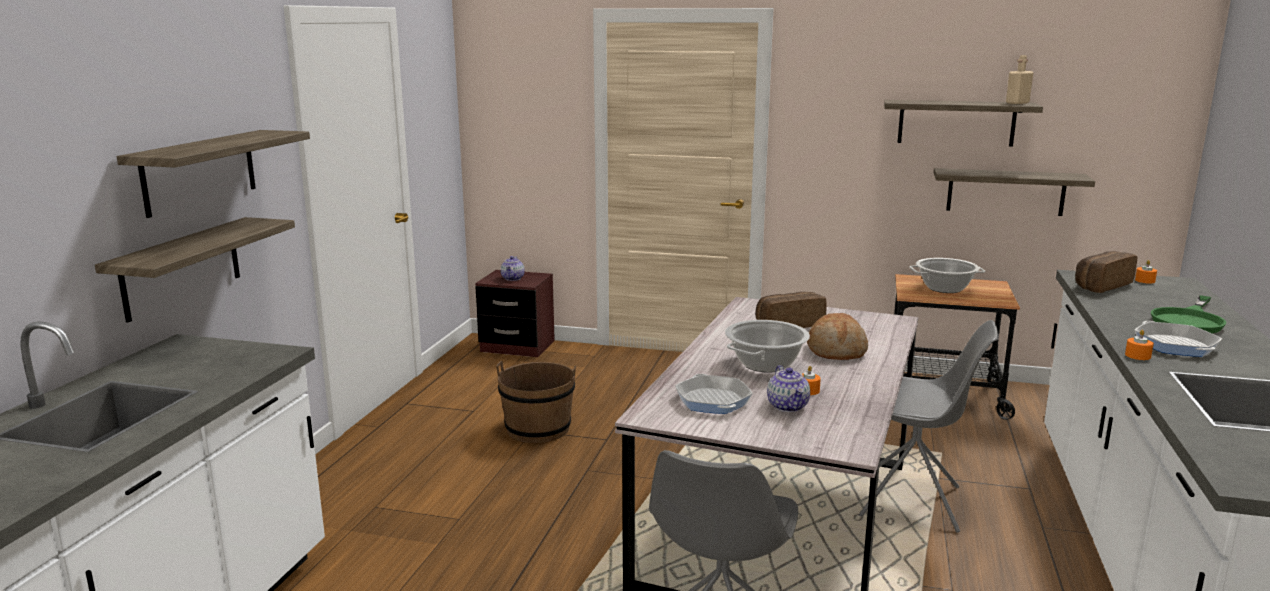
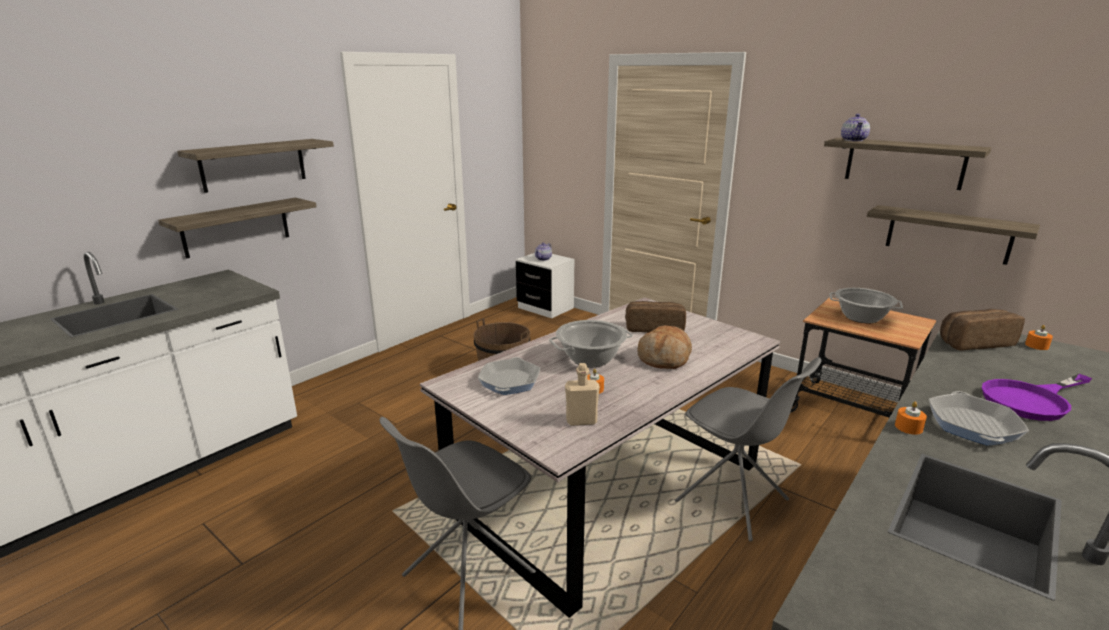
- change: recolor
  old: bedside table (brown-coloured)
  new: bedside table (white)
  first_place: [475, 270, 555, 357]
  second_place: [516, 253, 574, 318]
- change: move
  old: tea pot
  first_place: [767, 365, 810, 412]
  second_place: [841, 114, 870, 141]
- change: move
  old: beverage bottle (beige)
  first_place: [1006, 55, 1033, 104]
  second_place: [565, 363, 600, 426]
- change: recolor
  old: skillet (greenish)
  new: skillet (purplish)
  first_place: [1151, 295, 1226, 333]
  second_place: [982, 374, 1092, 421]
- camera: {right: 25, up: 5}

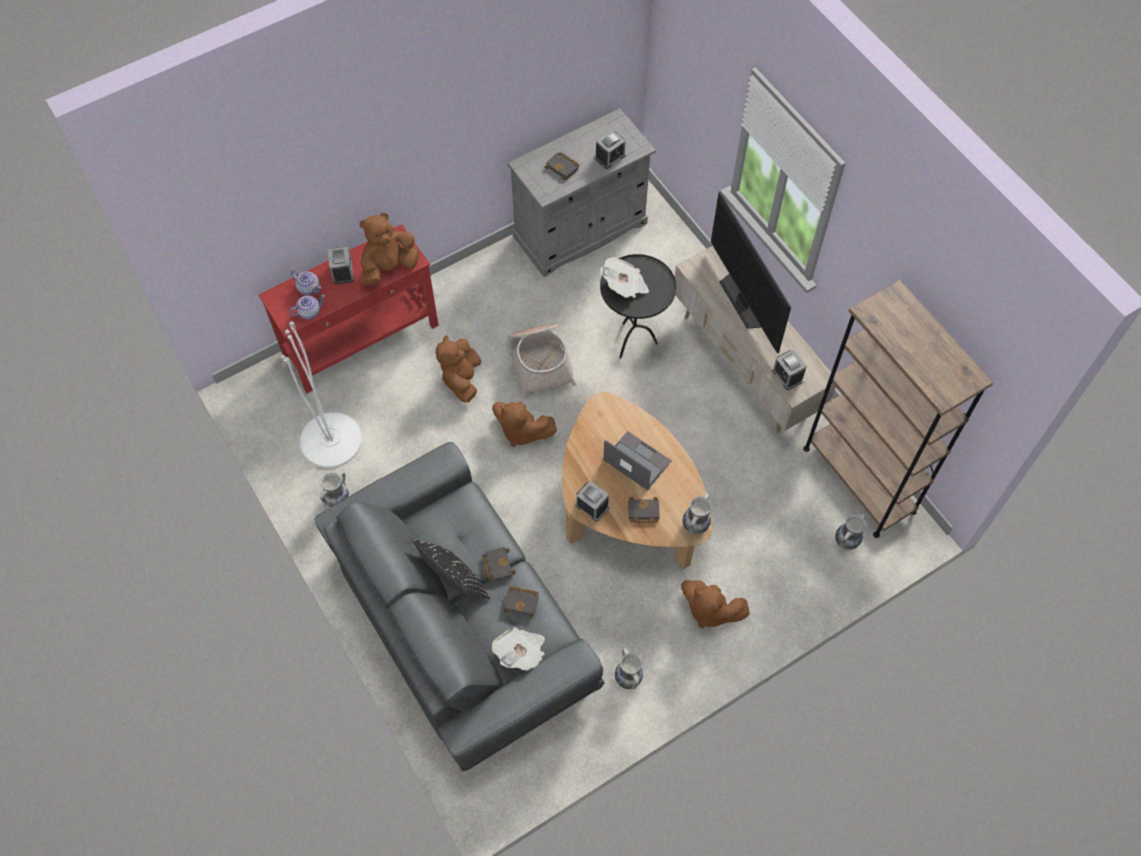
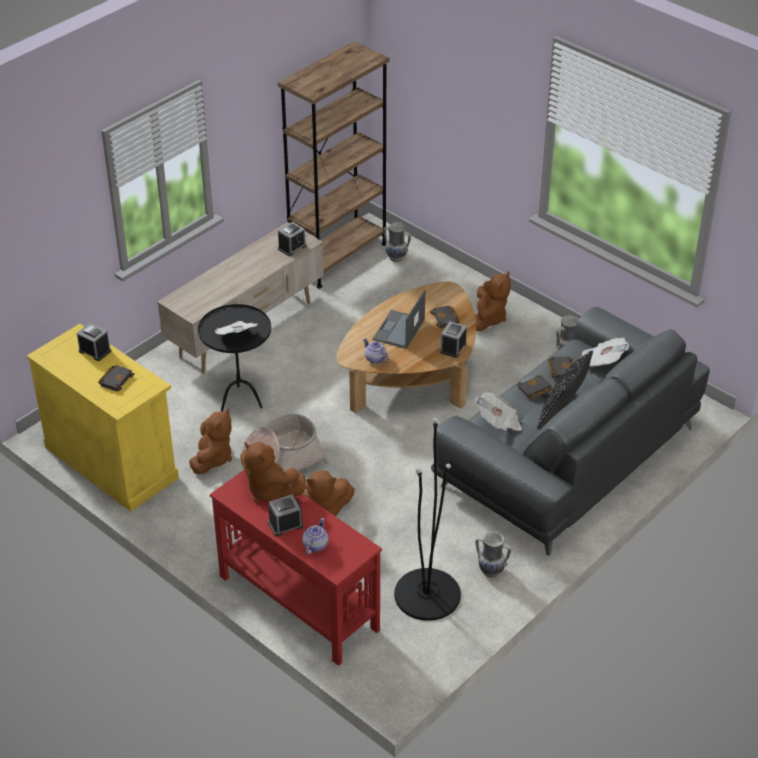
- change: recolor
  old: standing lamp (white)
  new: standing lamp (black-coloured)
  first_place: [280, 321, 362, 468]
  second_place: [394, 418, 461, 621]
- change: move
  old: tea pot
  first_place: [289, 295, 325, 319]
  second_place: [363, 338, 389, 364]
- change: move
  old: soft toy (brown-coloured)
  first_place: [492, 402, 557, 447]
  second_place: [189, 408, 232, 474]
- change: recolor
  old: cupboard (greyish)
  new: cupboard (yellowish)
  first_place: [508, 108, 656, 277]
  second_place: [27, 324, 179, 512]
- change: delete
  old: flower vase
  first_place: [683, 494, 712, 535]
- change: delete
  old: TV set
  first_place: [711, 192, 791, 353]
- change: insert
  new: daily paper
  second_place: [475, 392, 522, 431]
- camera: {right: -105, up: -20}

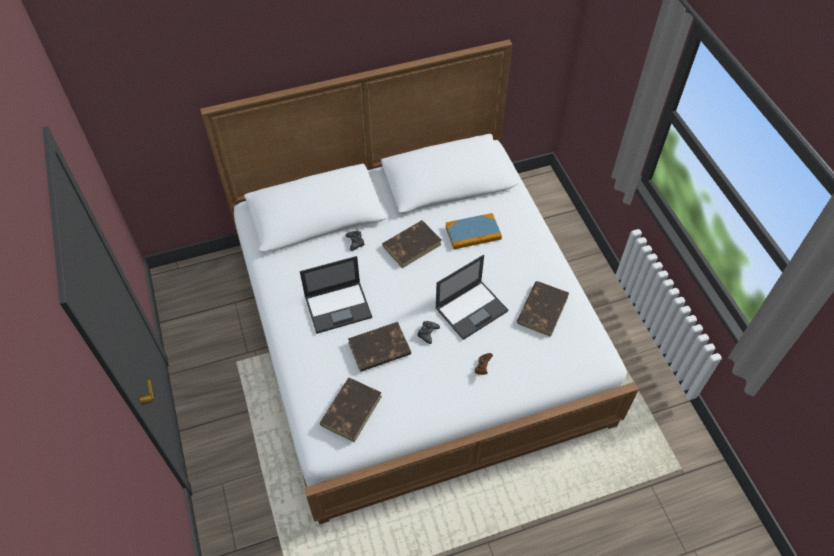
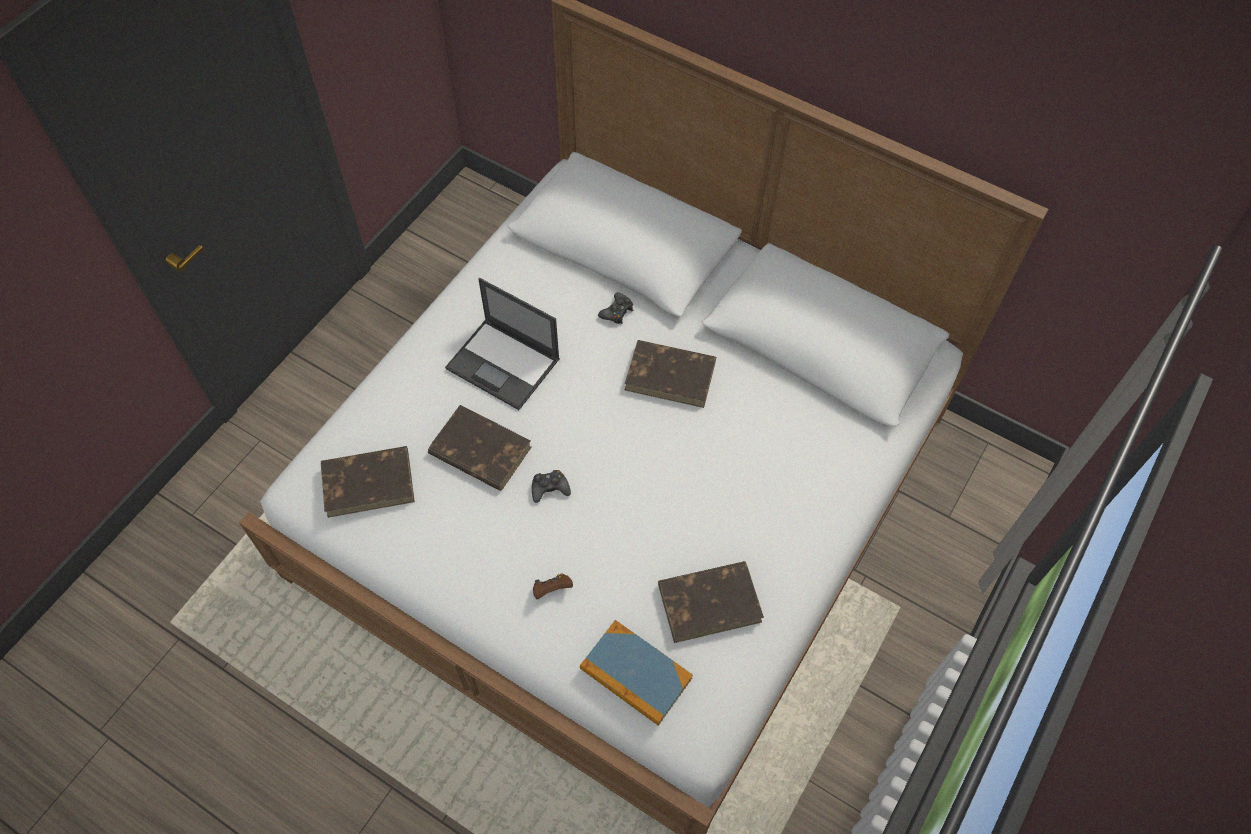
- change: delete
  old: portable computer
  first_place: [435, 255, 508, 340]
- change: move
  old: bound book
  first_place: [445, 213, 502, 249]
  second_place: [580, 620, 693, 726]
- camera: {right: 50, up: 5}

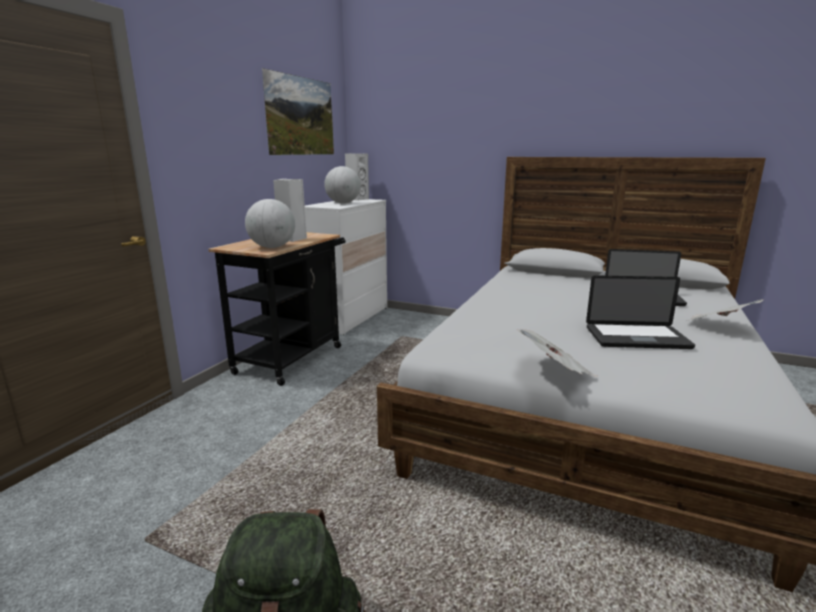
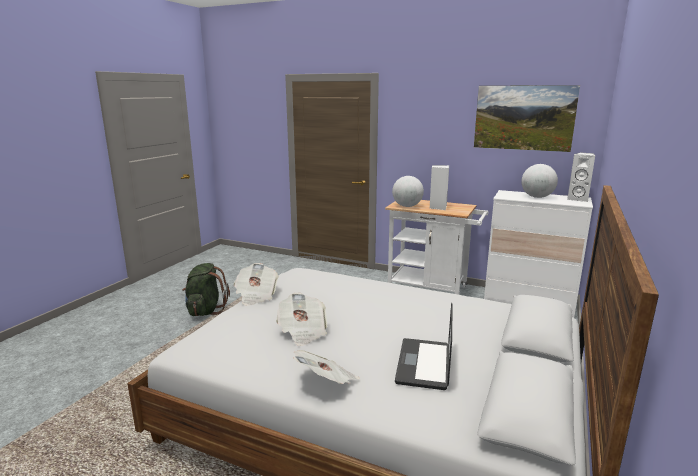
- change: recolor
  old: trolley (black-coloured)
  new: trolley (white)
  first_place: [209, 232, 346, 386]
  second_place: [385, 200, 489, 295]
- change: replace
  old: portable computer
  new: daily paper
  first_place: [586, 275, 695, 349]
  second_place: [276, 293, 327, 346]
- camera: {right: 90, up: 0}

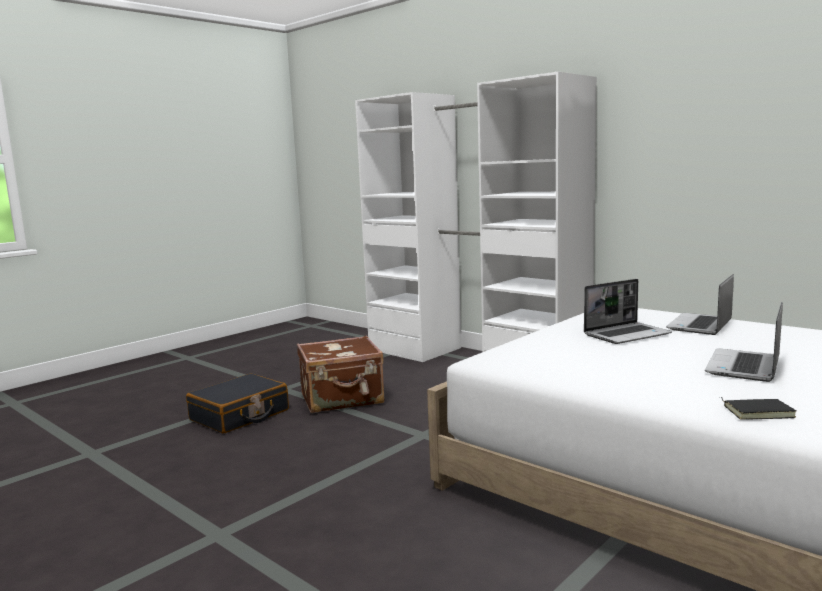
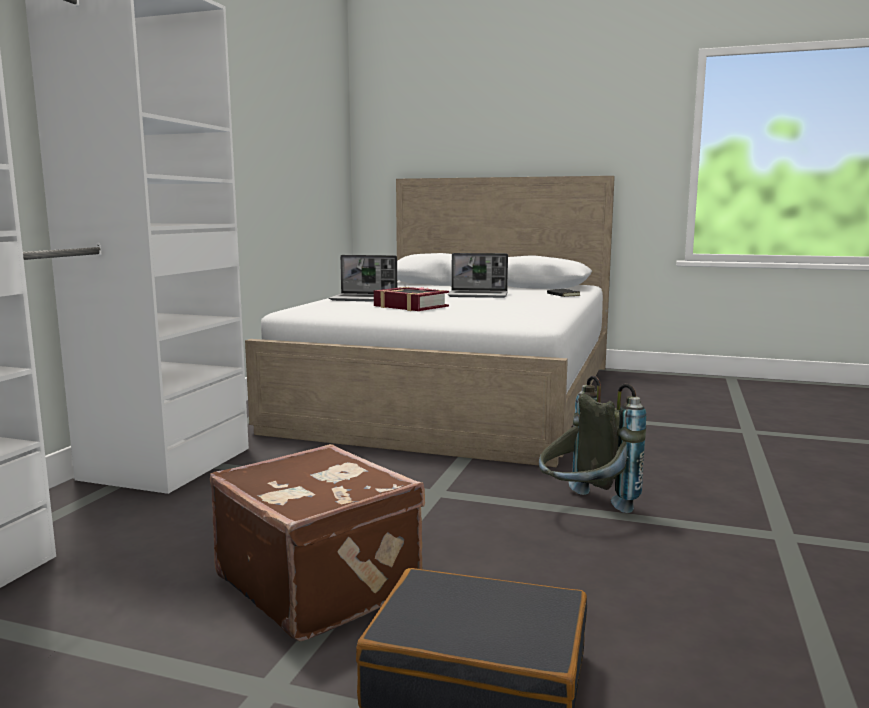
- change: replace
  old: portable computer
  new: bound book
  first_place: [584, 279, 672, 344]
  second_place: [374, 287, 449, 311]
- change: insert
  new: rucksack (greyish)
  second_place: [539, 375, 646, 513]
- camera: {right: -115, up: 0}

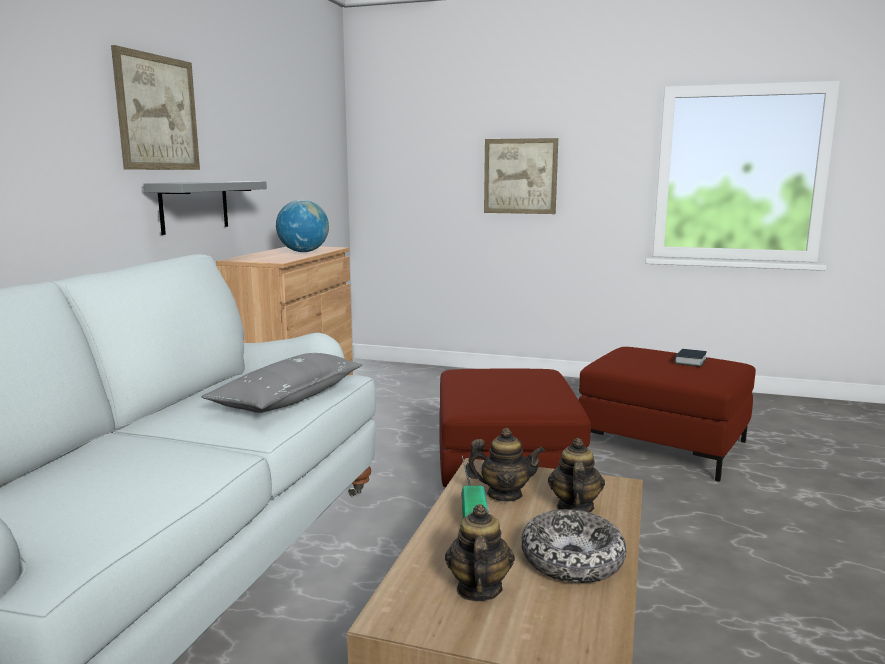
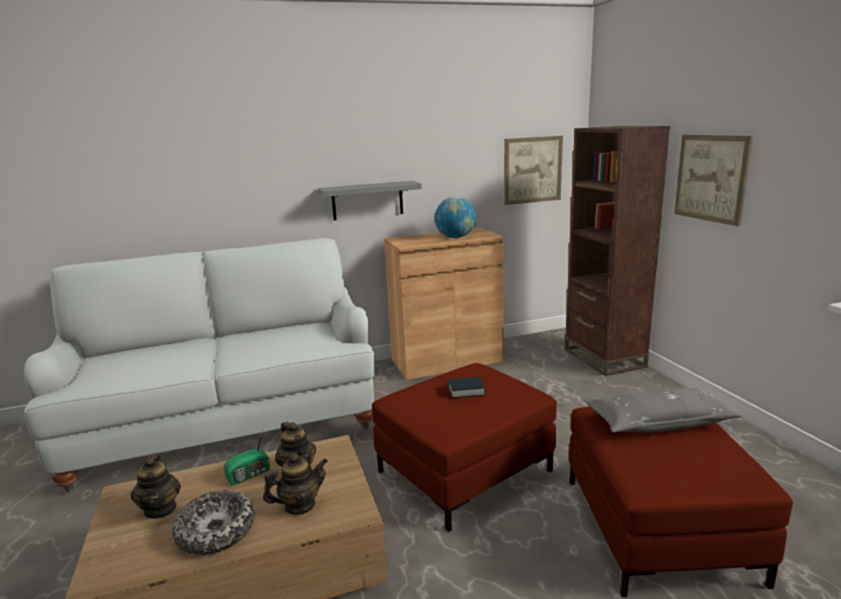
- change: move
  old: wall art
  first_place: [111, 45, 200, 170]
  second_place: [504, 136, 563, 205]
- change: move
  old: cushion (greyish)
  first_place: [201, 353, 362, 413]
  second_place: [585, 388, 742, 433]
- change: rotate
  old: tea pot
  first_place: [445, 504, 515, 602]
  second_place: [131, 453, 181, 519]
  degrees: 105
- change: move
  old: bound book
  first_place: [674, 349, 707, 367]
  second_place: [448, 377, 486, 398]
- change: insert
  new: bookshelf (brown-coloured)
  second_place: [565, 126, 670, 376]
- camera: {right: 55, up: 5}

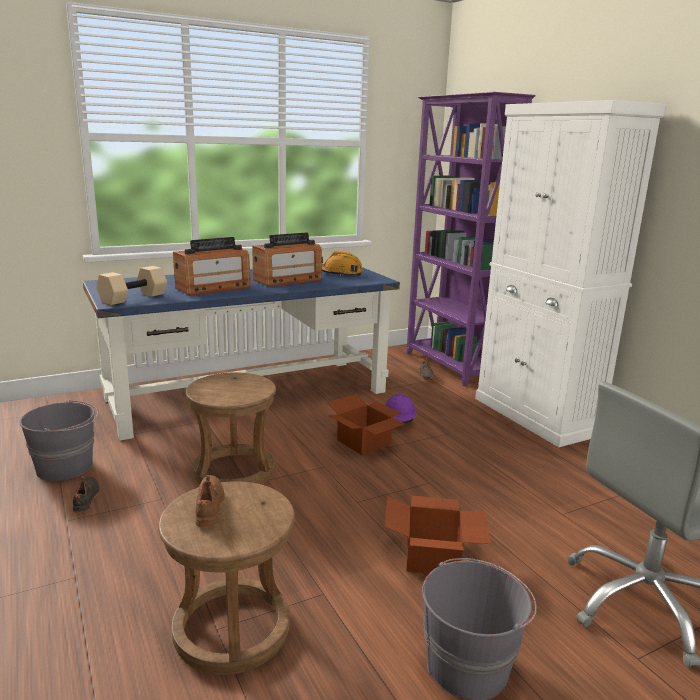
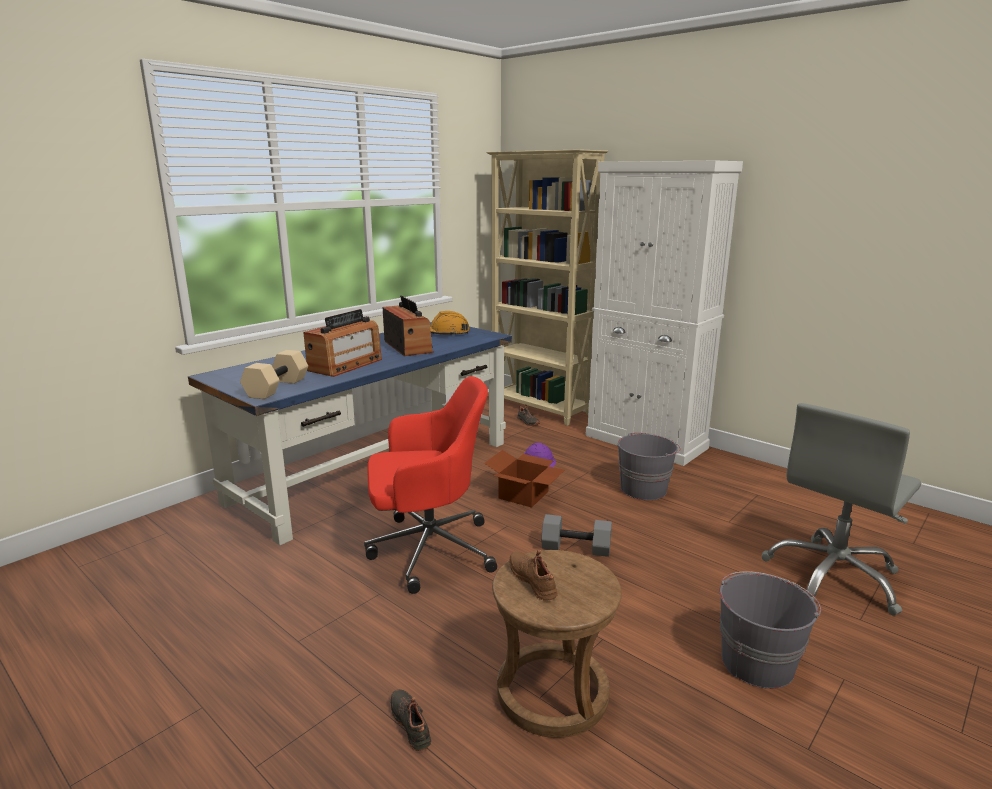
- change: move
  old: pail (greyish)
  first_place: [19, 400, 98, 481]
  second_place: [618, 433, 681, 500]
- change: move
  old: low shoe (black-coloured)
  first_place: [73, 476, 99, 513]
  second_place: [391, 689, 431, 751]
- change: replace
  old: stool seat (brown-coloured)
  new: computer chair (red)
  first_place: [185, 372, 276, 485]
  second_place: [364, 376, 497, 594]
- change: rotate
  old: radio
  first_place: [252, 233, 322, 287]
  second_place: [383, 296, 434, 356]
  degrees: -60
- change: delete
  old: packing box
  first_place: [385, 495, 491, 574]
- change: recolor
  old: bookshelf (purplish)
  new: bookshelf (beige)
  first_place: [406, 92, 536, 386]
  second_place: [486, 149, 608, 426]
- change: insert
  new: hand weight (greyish)
  second_place: [541, 514, 612, 557]
- camera: {right: -20, up: 0}

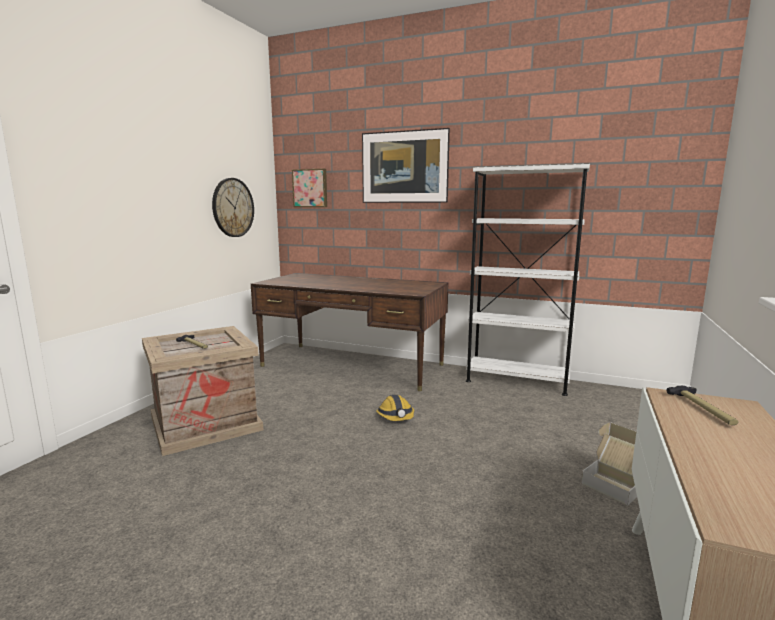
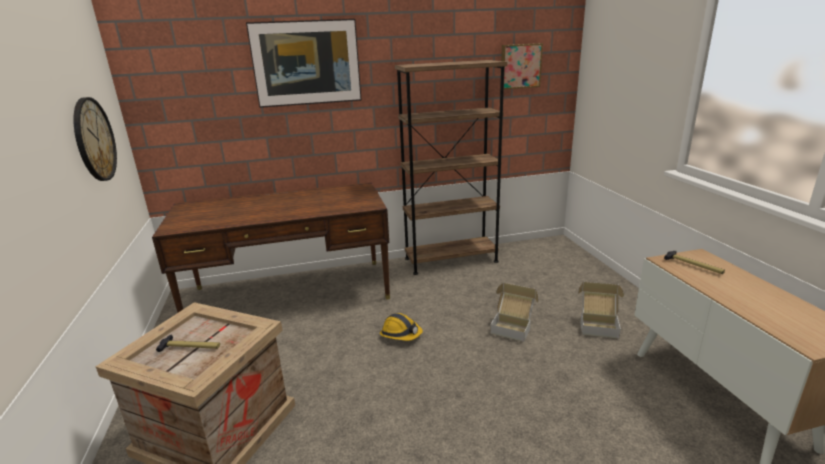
- change: move
  old: wall art
  first_place: [292, 168, 327, 207]
  second_place: [501, 43, 543, 89]
- change: recolor
  old: bookshelf (white)
  new: bookshelf (brown-coloured)
  first_place: [466, 164, 590, 396]
  second_place: [395, 60, 507, 275]
- change: insert
  new: packing box
  second_place: [490, 283, 538, 342]
- camera: {right: -35, up: 10}

